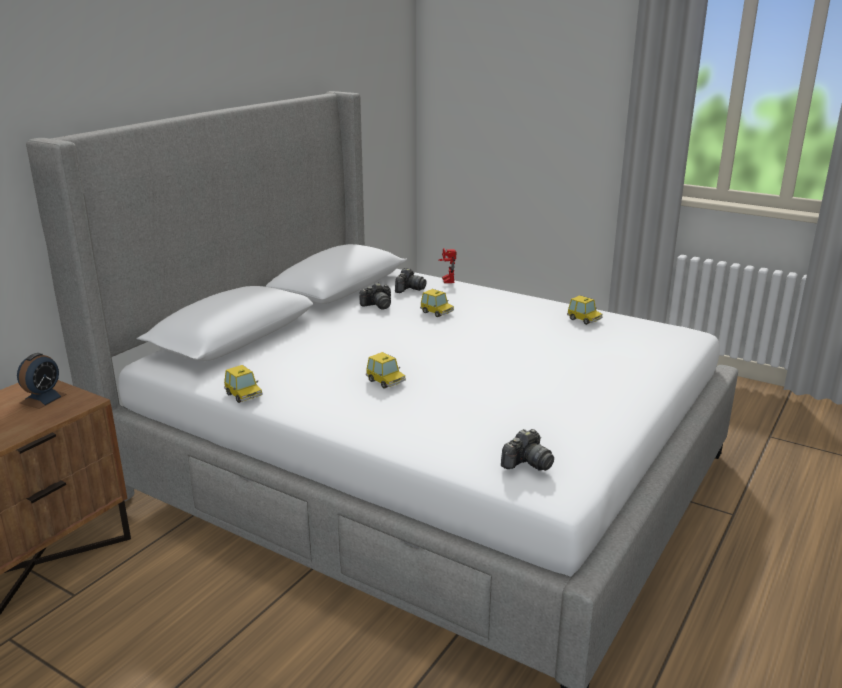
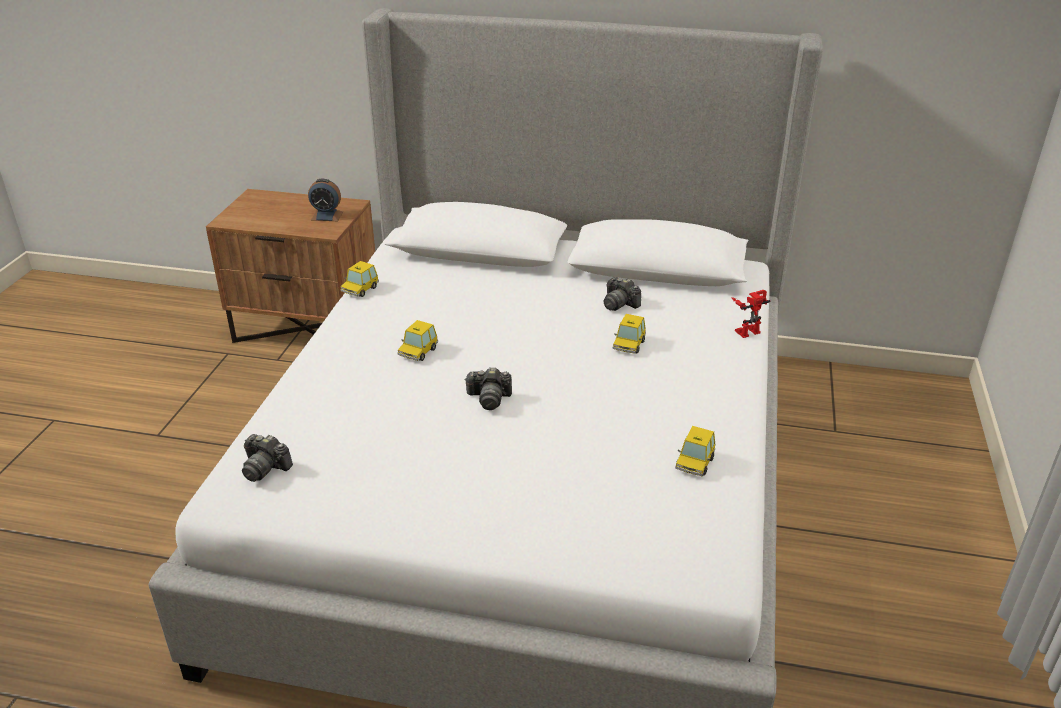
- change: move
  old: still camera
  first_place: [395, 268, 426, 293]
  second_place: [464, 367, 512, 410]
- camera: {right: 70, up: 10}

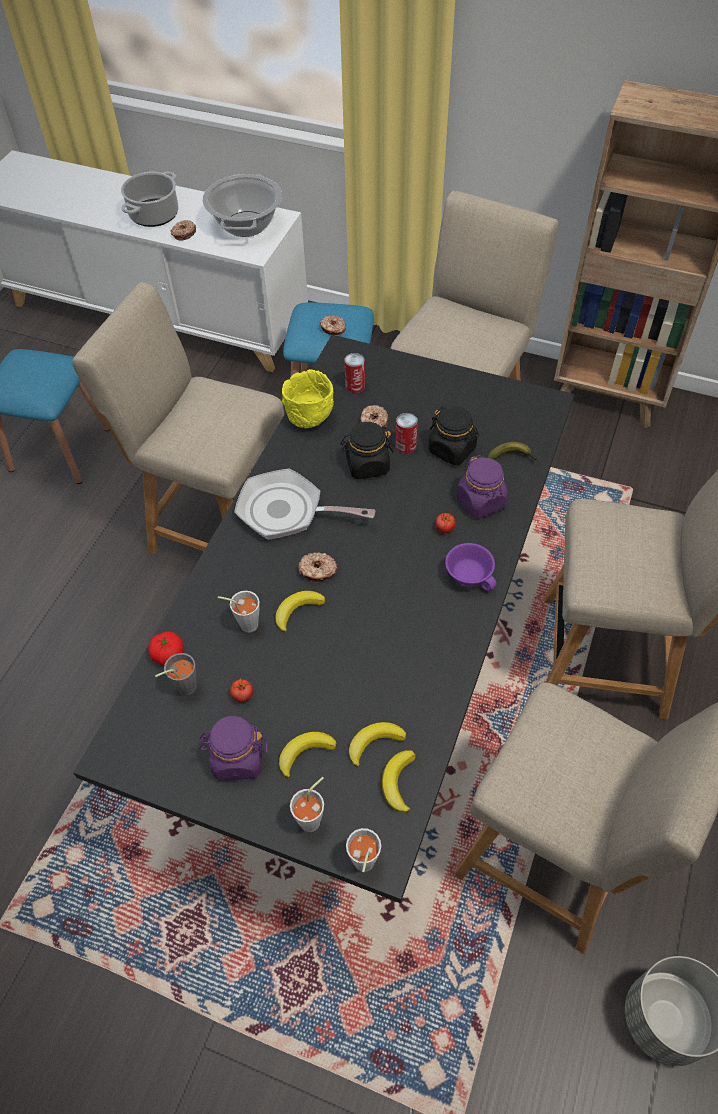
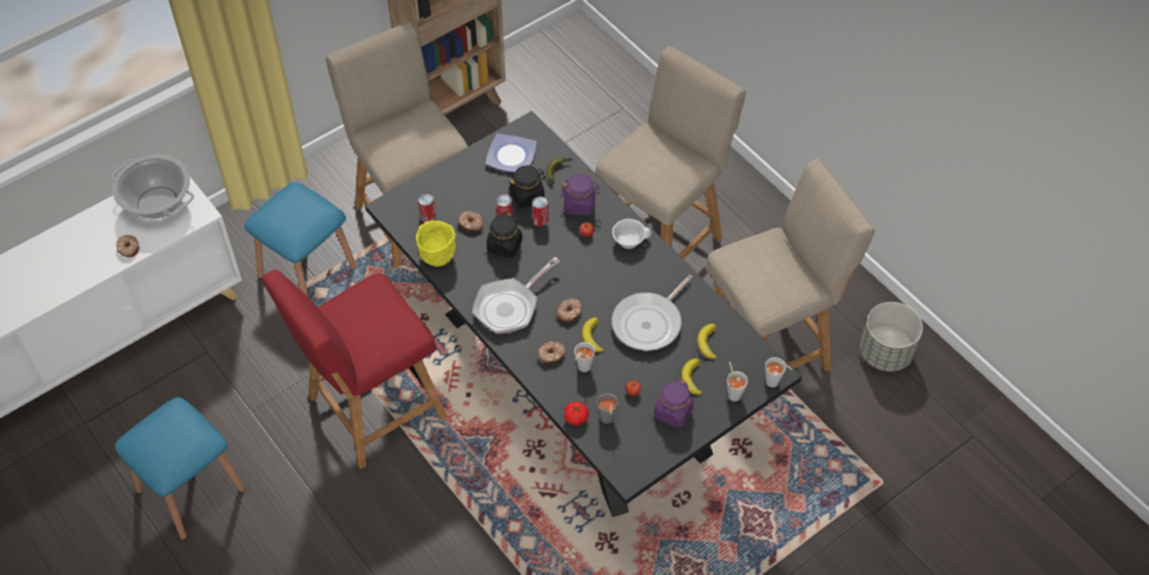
- change: recolor
  old: plain chair (beige)
  new: plain chair (red)
  first_place: [72, 282, 284, 554]
  second_place: [262, 270, 447, 469]
- change: delete
  old: cooking pot
  first_place: [121, 172, 178, 227]
- change: move
  old: ring doughnut
  first_place: [320, 315, 346, 335]
  second_place: [537, 341, 566, 364]
- change: delete
  old: whole banana
  first_place: [382, 750, 416, 813]
- change: recolor
  old: drinking cup (purplish)
  new: drinking cup (white)
  first_place: [445, 543, 497, 591]
  second_place: [612, 219, 651, 249]
- change: insert
  new: dinner plate
  second_place: [485, 133, 537, 172]
- change: insert
  new: sealed can
  second_place: [532, 196, 549, 226]
- change: insert
  new: skillet
  second_place: [612, 275, 692, 351]
- camera: {right: -60, up: 0}

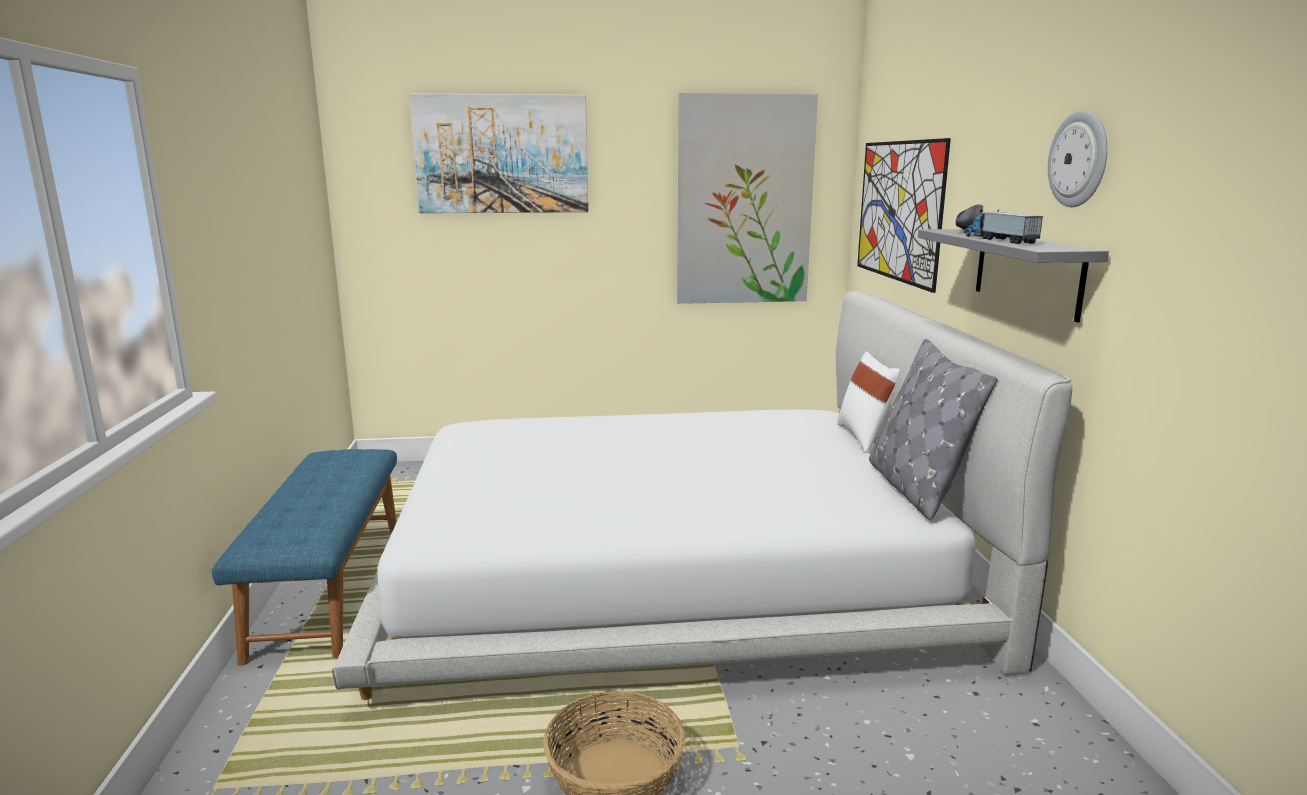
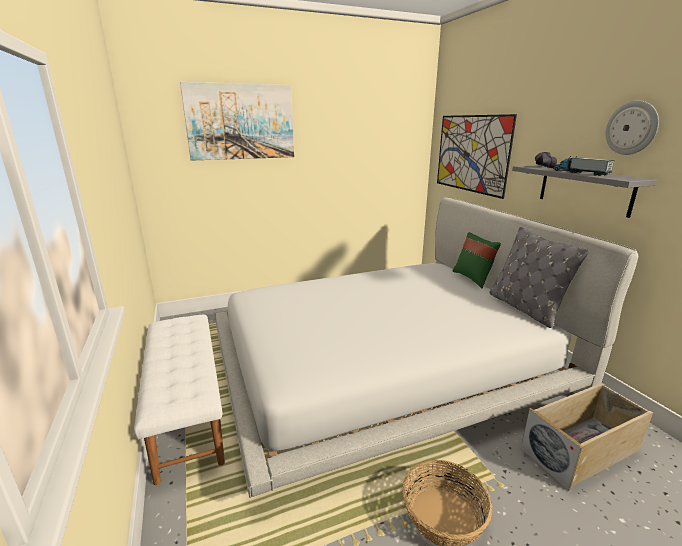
- change: recolor
  old: long seat (blue-coloured)
  new: long seat (white)
  first_place: [212, 449, 397, 666]
  second_place: [134, 314, 225, 485]
- change: delete
  old: wall art
  first_place: [677, 93, 818, 304]
- change: recolor
  old: cushion (white)
  new: cushion (greenish)
  first_place: [837, 351, 900, 453]
  second_place: [453, 232, 501, 288]
- change: insert
  new: storage bin (beige)
  second_place: [521, 383, 653, 491]
- camera: {right: -15, up: 5}

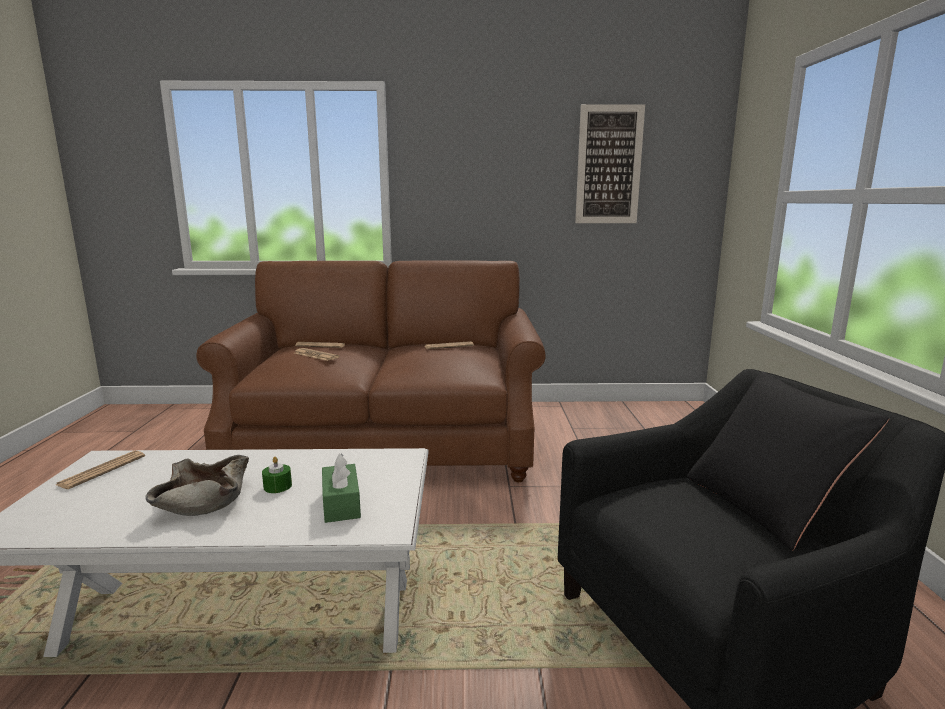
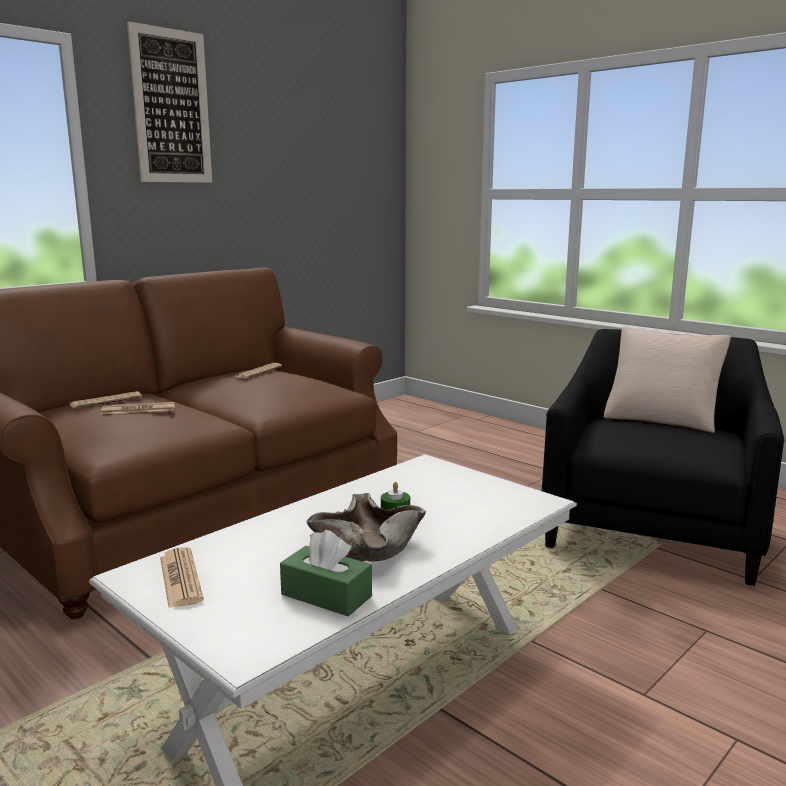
- change: move
  old: box of tissues (greenish)
  first_place: [322, 454, 361, 523]
  second_place: [280, 530, 372, 617]
- change: move
  old: wall art
  first_place: [575, 104, 645, 223]
  second_place: [127, 21, 212, 183]
- change: recolor
  old: cushion (black-coloured)
  new: cushion (beige)
  first_place: [687, 371, 889, 551]
  second_place: [604, 327, 731, 433]
- camera: {right: -45, up: 0}

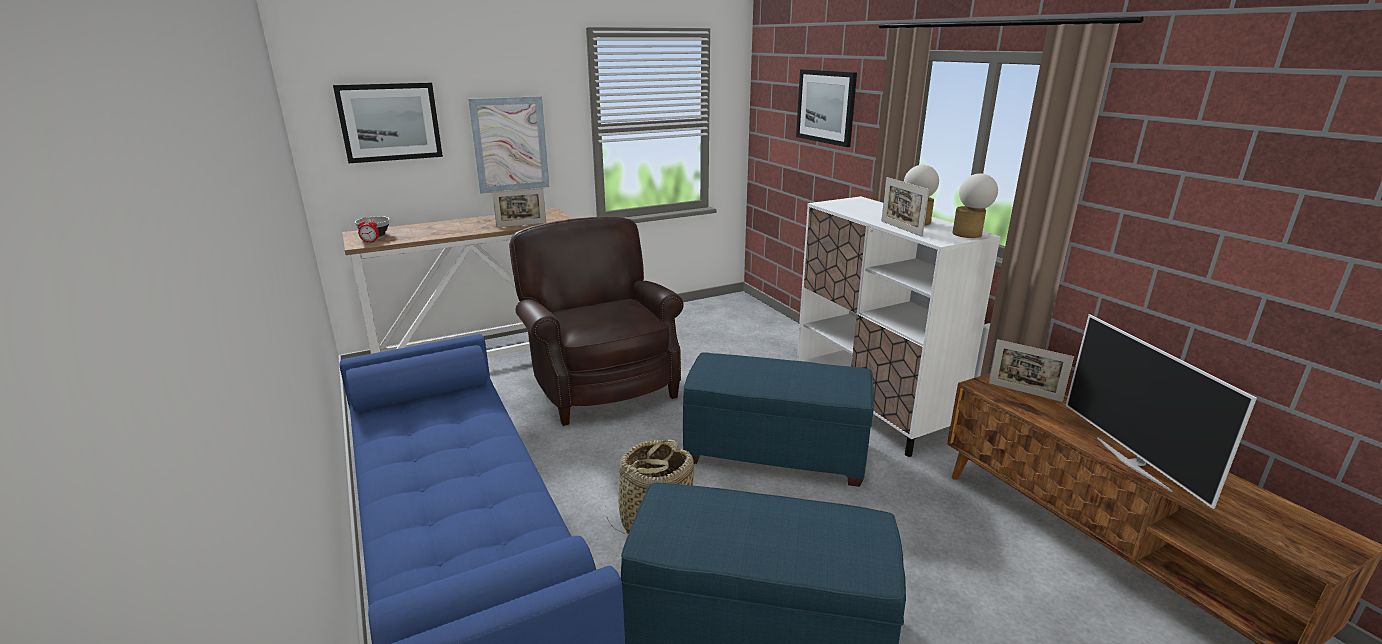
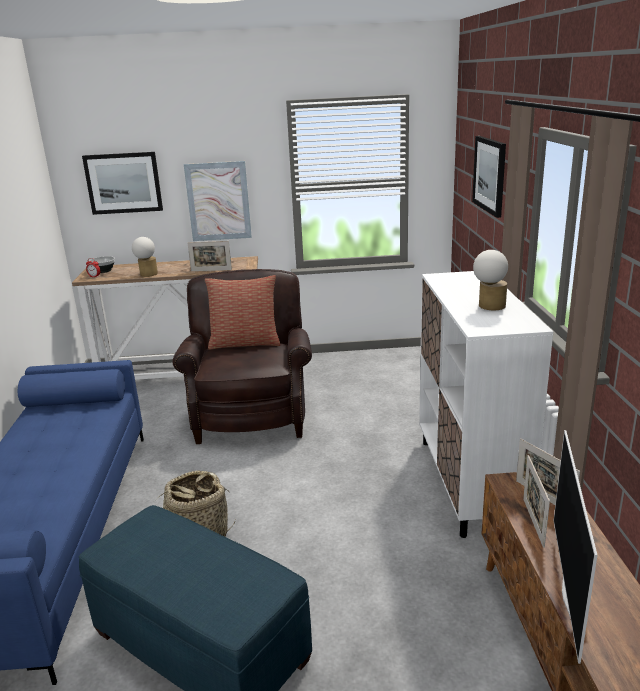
- change: delete
  old: ottoman (blue-coloured)
  first_place: [683, 352, 874, 487]
- change: move
  old: picture frame
  first_place: [881, 177, 929, 237]
  second_place: [523, 455, 550, 548]
- change: move
  old: tabletop lamp
  first_place: [953, 173, 998, 238]
  second_place: [132, 237, 158, 277]
- change: insert
  new: cushion
  second_place: [205, 275, 280, 350]
- camera: {right: 25, up: 0}

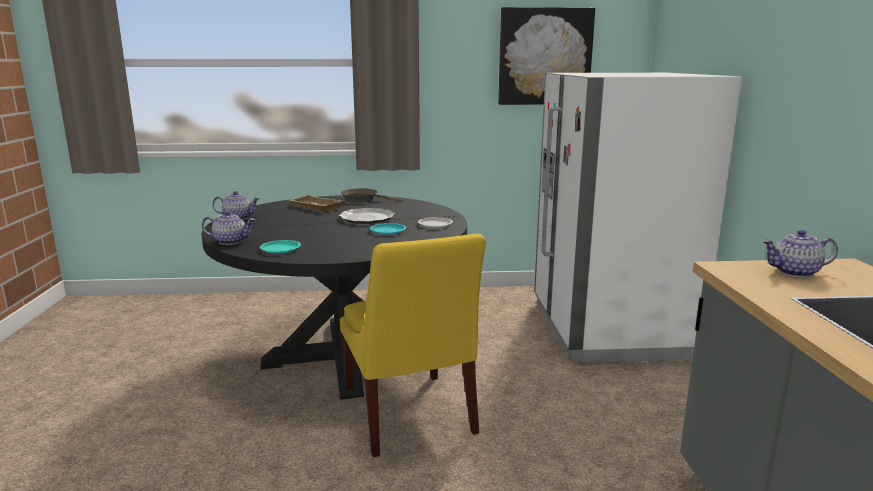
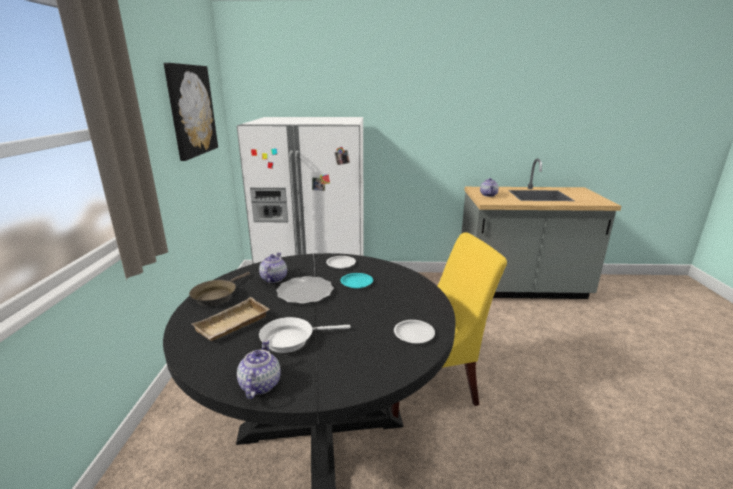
- change: move
  old: tea pot
  first_place: [202, 211, 255, 245]
  second_place: [259, 252, 287, 283]
- change: recolor
  old: dinner plate (turquoise-coloured)
  new: dinner plate (white)
  first_place: [260, 240, 301, 254]
  second_place: [394, 320, 435, 343]
- change: insert
  new: skillet (white)
  second_place: [259, 317, 350, 353]
- camera: {right: -85, up: 5}

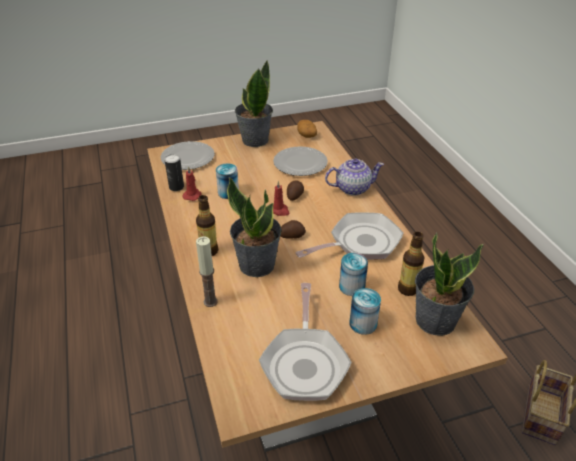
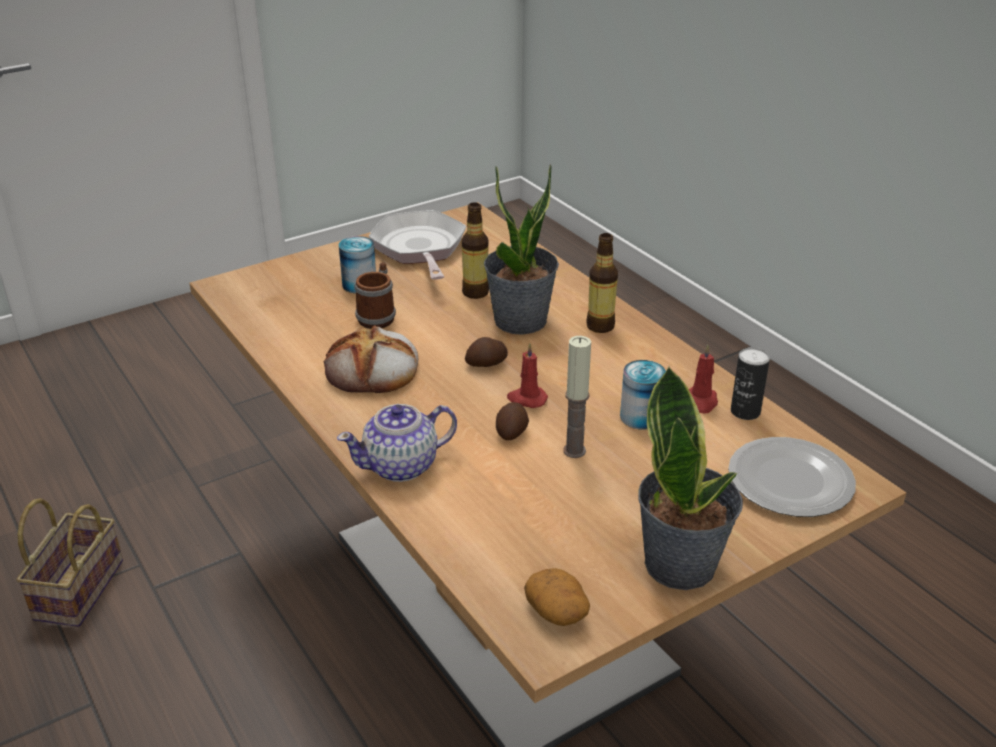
- change: move
  old: wax candle
  first_place: [196, 237, 218, 307]
  second_place: [564, 336, 591, 458]
- change: delete
  old: dinner plate
  first_place: [273, 146, 328, 176]
- change: replace
  old: skillet
  new: bread
  first_place: [295, 213, 404, 260]
  second_place: [324, 325, 418, 393]
- change: replace
  old: sealed can
  new: mug
  first_place: [339, 253, 368, 296]
  second_place: [354, 262, 396, 329]
- change: move
  old: beverage bottle
  first_place: [398, 232, 424, 296]
  second_place: [462, 202, 489, 299]
- change: delete
  old: potted plant
  first_place: [415, 233, 484, 336]
- camera: {right: 165, up: -5}

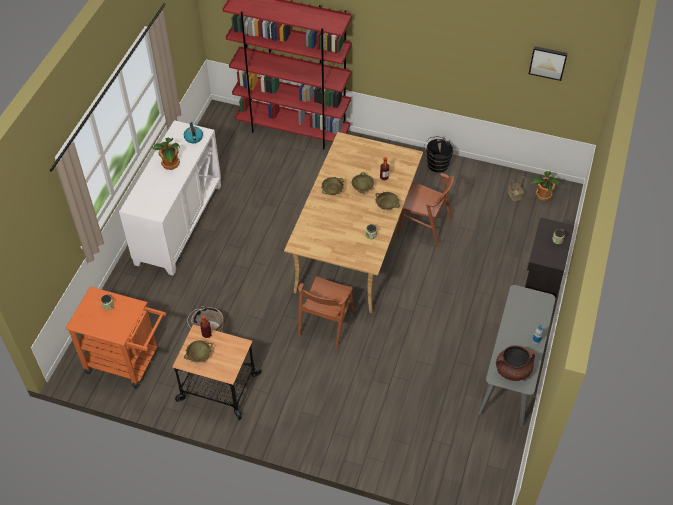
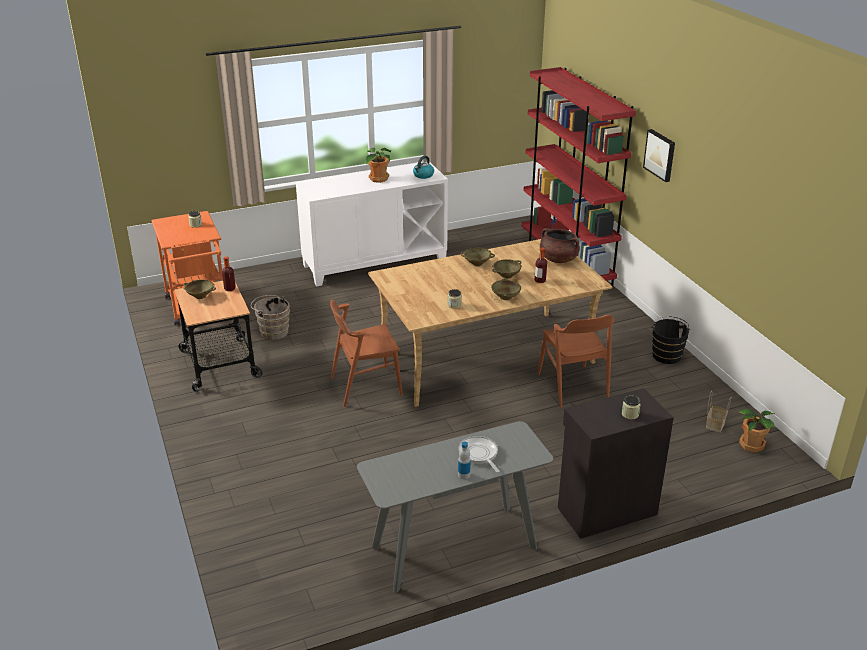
- change: move
  old: cooking pot (brown-coloured)
  first_place: [496, 345, 535, 381]
  second_place: [540, 228, 580, 263]
- change: move
  old: wall art
  first_place: [529, 46, 568, 81]
  second_place: [643, 129, 675, 182]
- change: insert
  new: skillet
  second_place: [458, 436, 500, 473]
- camera: {right: 50, up: -20}

